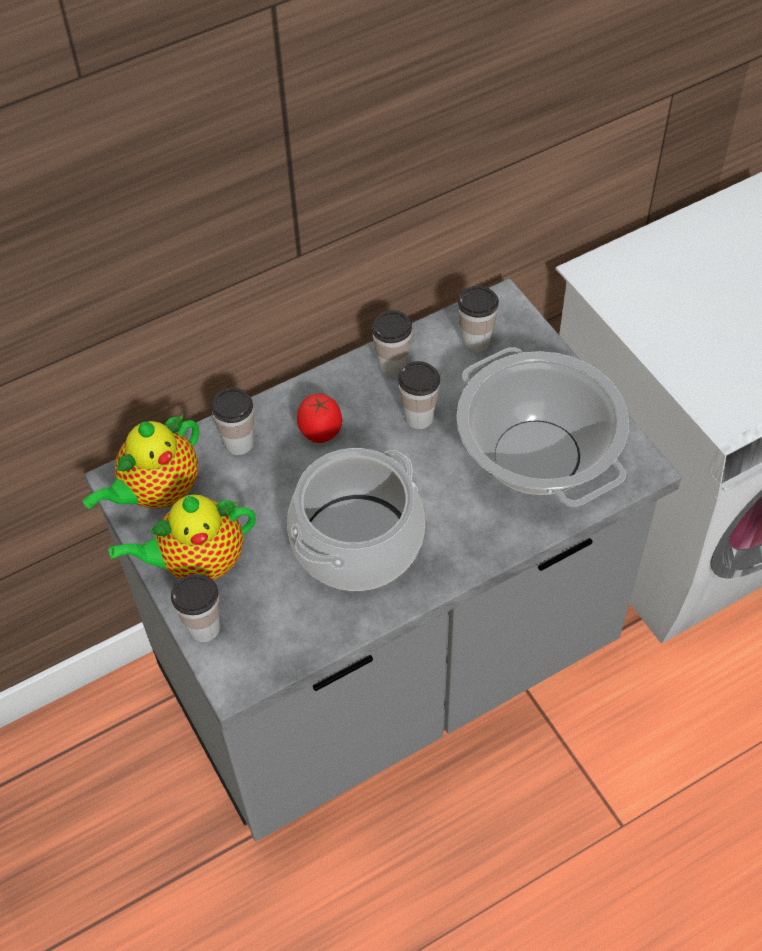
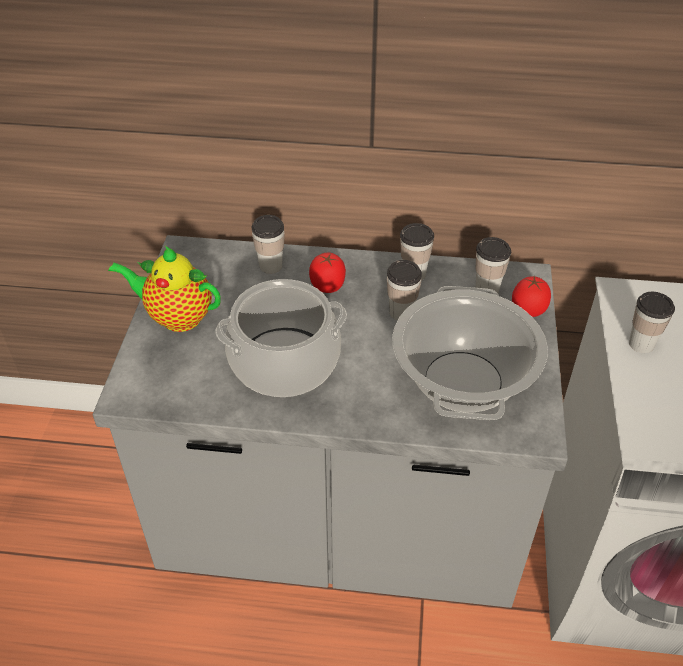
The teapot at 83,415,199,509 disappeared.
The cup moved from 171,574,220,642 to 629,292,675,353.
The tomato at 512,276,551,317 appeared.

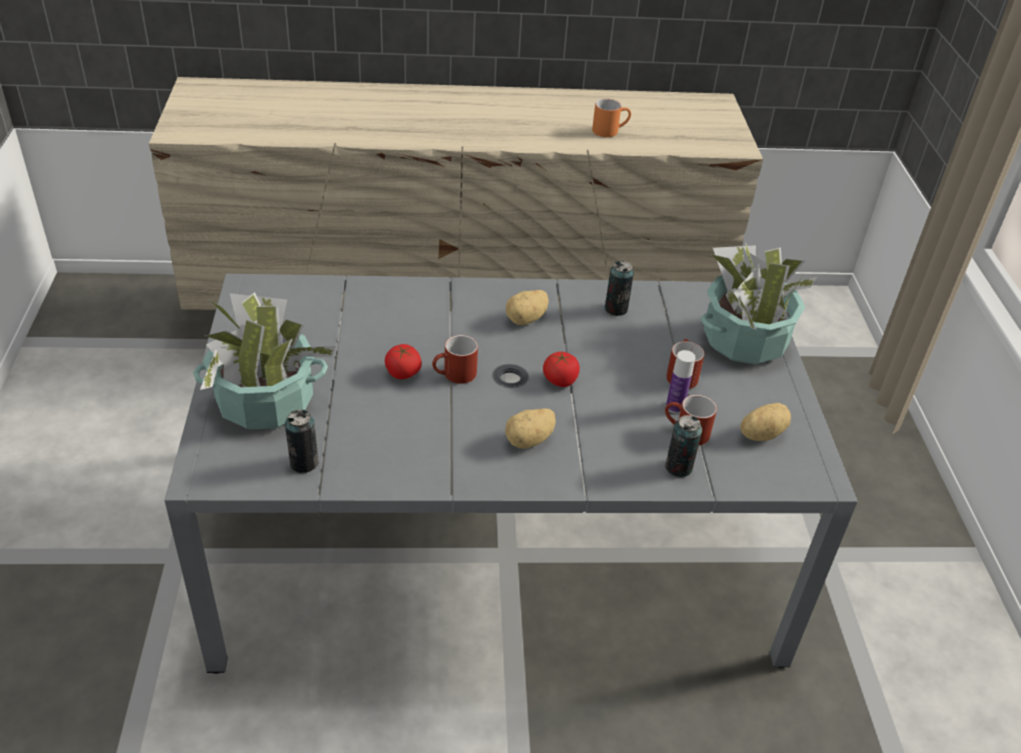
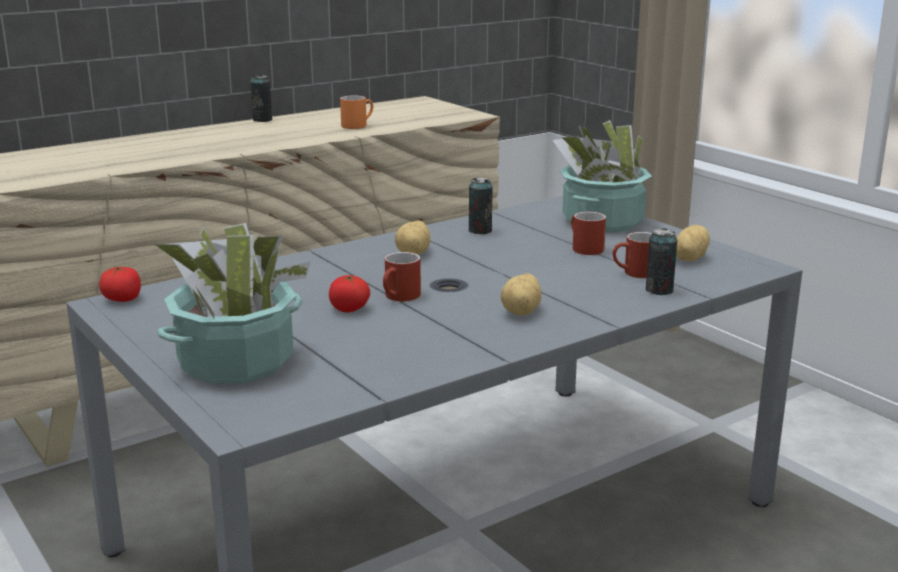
The can moved from 285,409,319,473 to 250,75,273,122.
The tomato moved from 543,352,580,387 to 99,266,141,302.
The bottle at 666,350,696,414 disappeared.

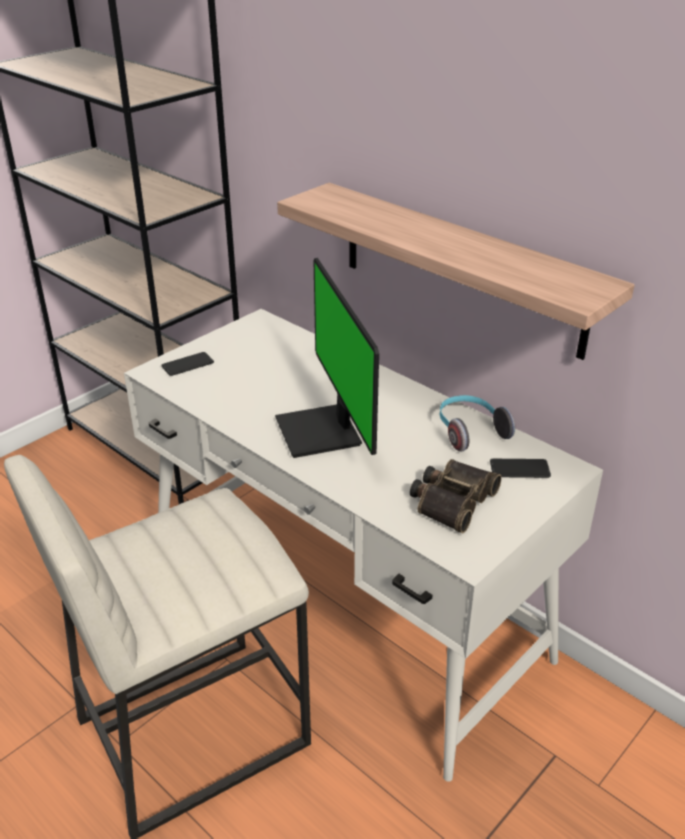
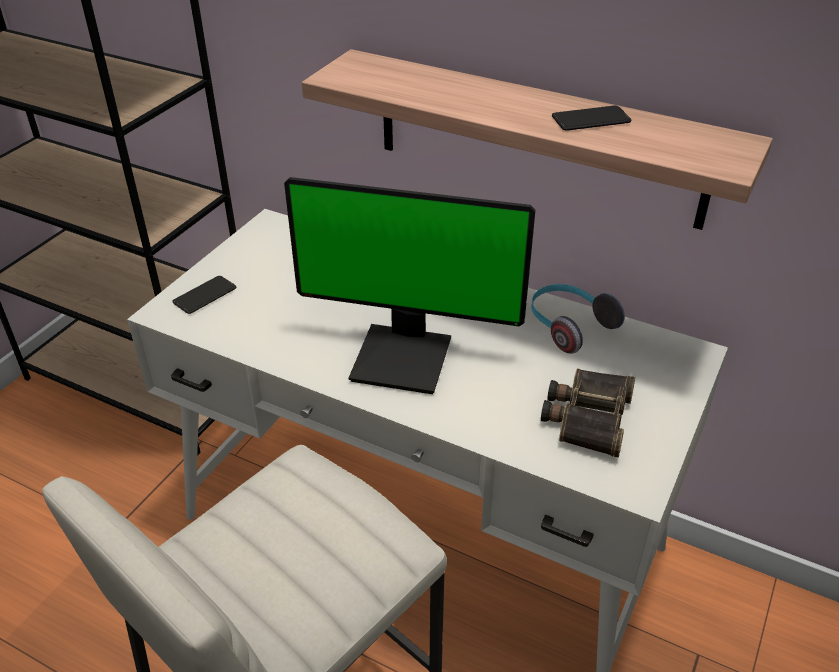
The monitor at 275,258,379,458 turned 45 degrees counterclockwise.
The phone moved from 490,459,551,478 to 552,105,631,131.

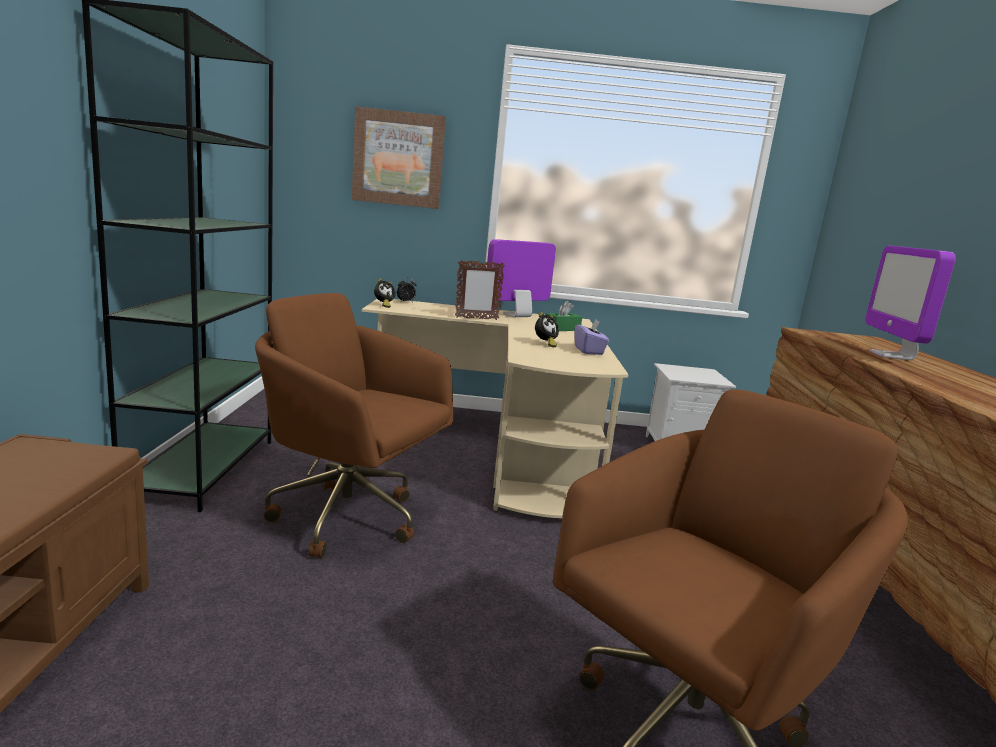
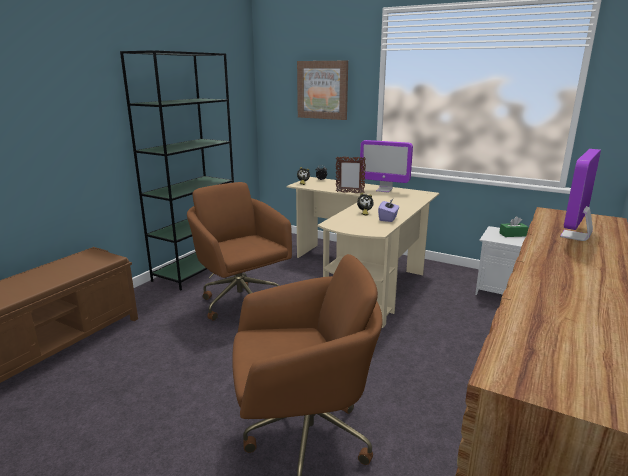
The monitor at 487,239,556,317 turned 150 degrees counterclockwise.
The tissue box (green) moved from 546,301,582,331 to 499,216,528,237.

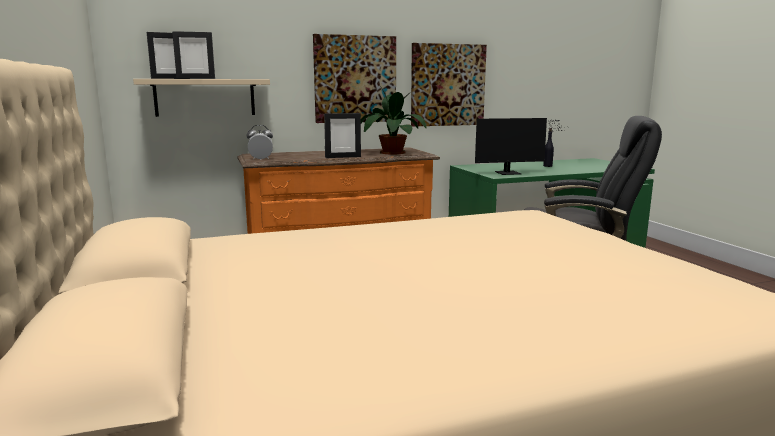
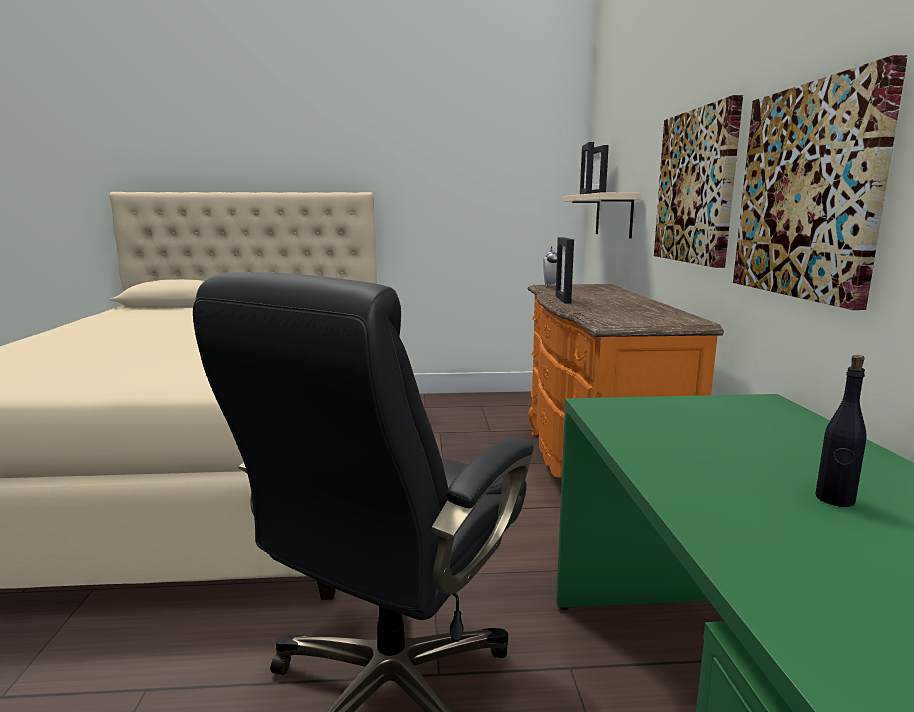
The potted plant at 361,79,427,154 disappeared.
The monitor at 475,118,568,175 disappeared.

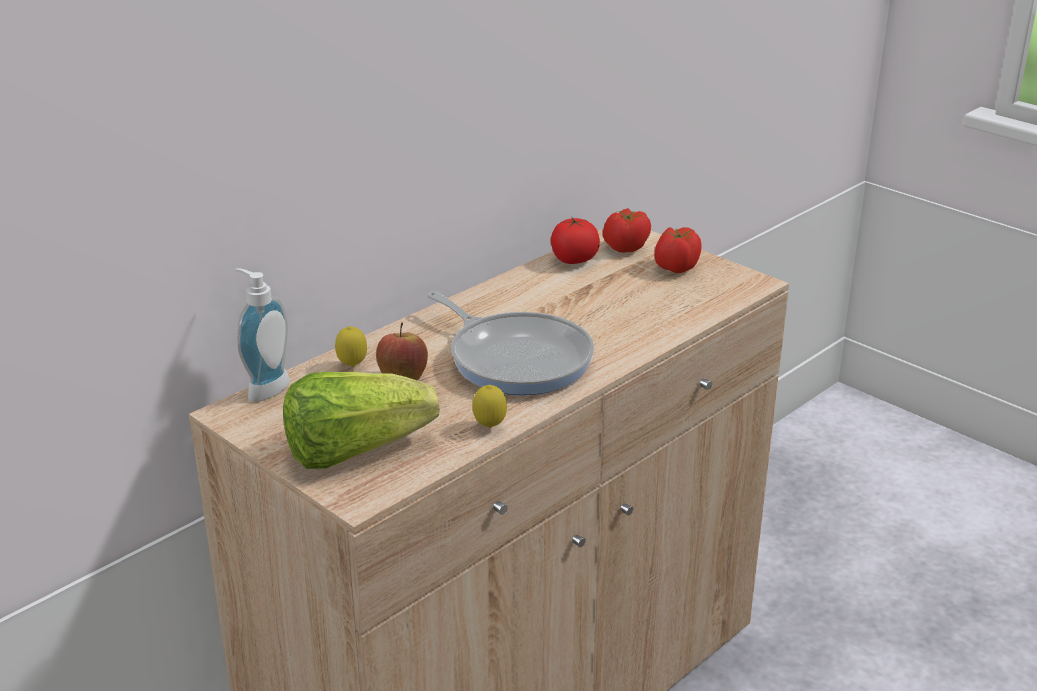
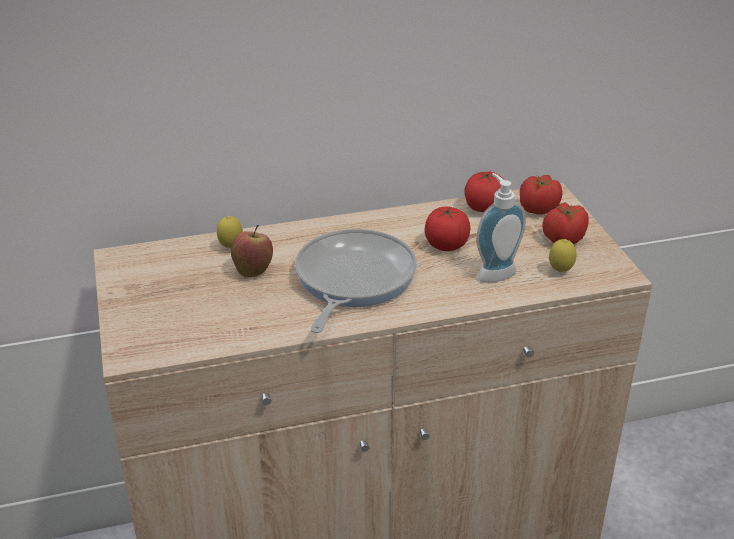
The soap dispenser moved from 235,268,290,402 to 476,173,526,283.
The lettuce at 283,372,439,469 disappeared.
The frying pan at 427,291,594,395 turned 150 degrees counterclockwise.
The lemon moved from 473,385,507,428 to 549,239,576,272.
The tomato at 425,207,470,251 appeared.

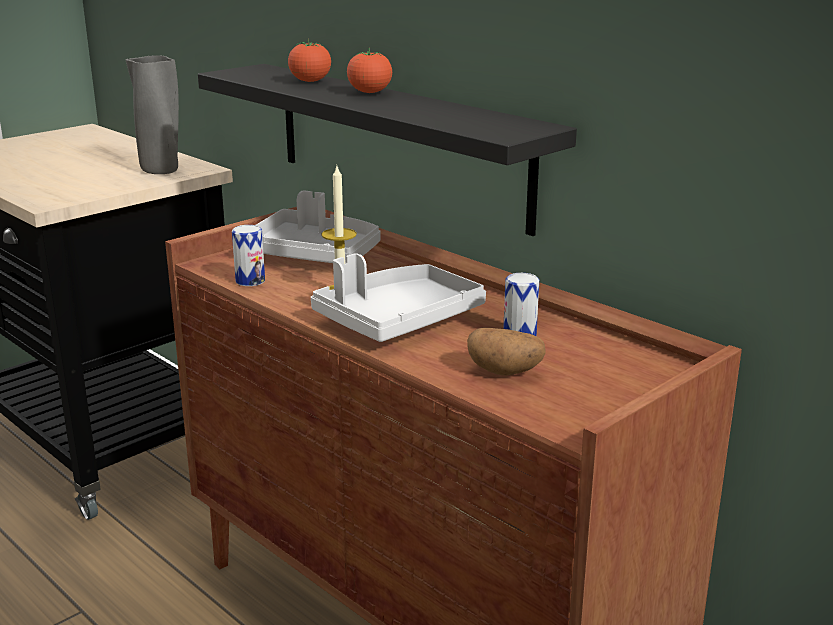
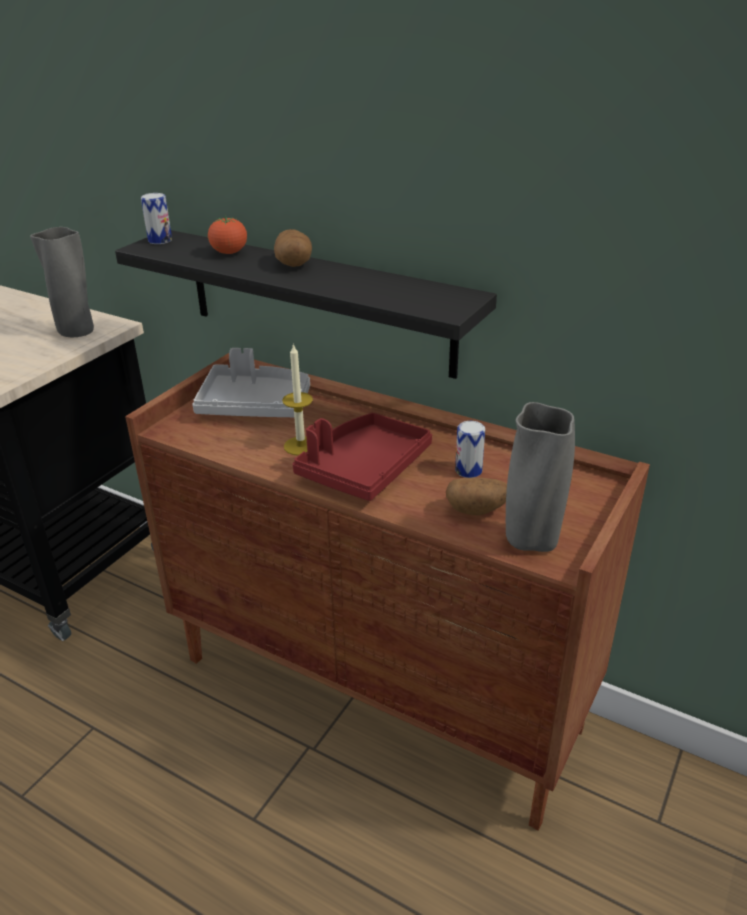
The can moved from 232,225,265,286 to 141,193,172,244.
The tray (grey) at 311,253,486,342 became the tray (red) at 292,413,432,501.
The tomato at 347,48,392,93 was replaced by the potato at 274,229,312,267.
The vase (grey) at 506,402,575,552 appeared.

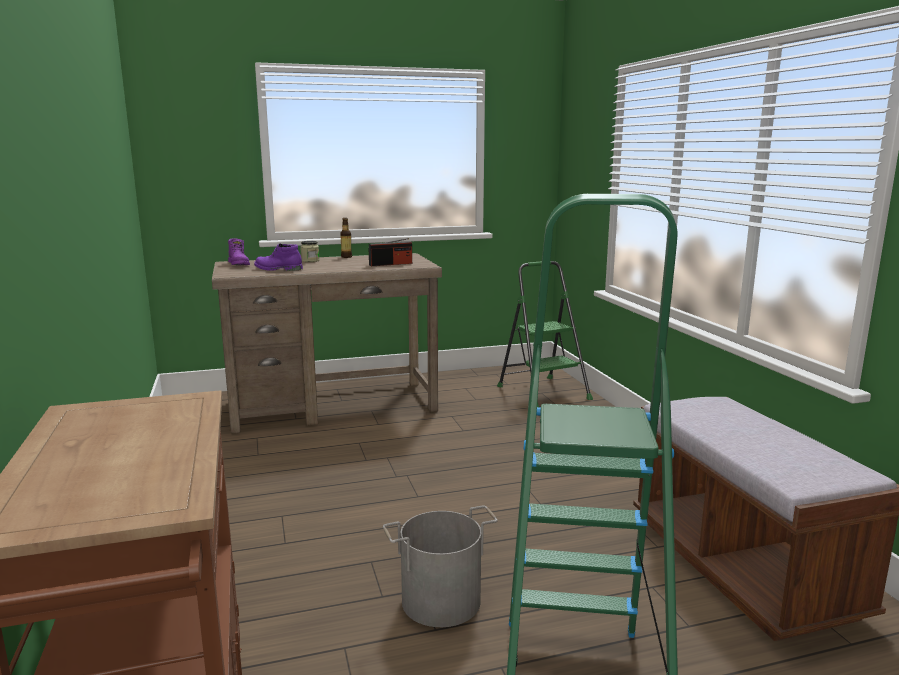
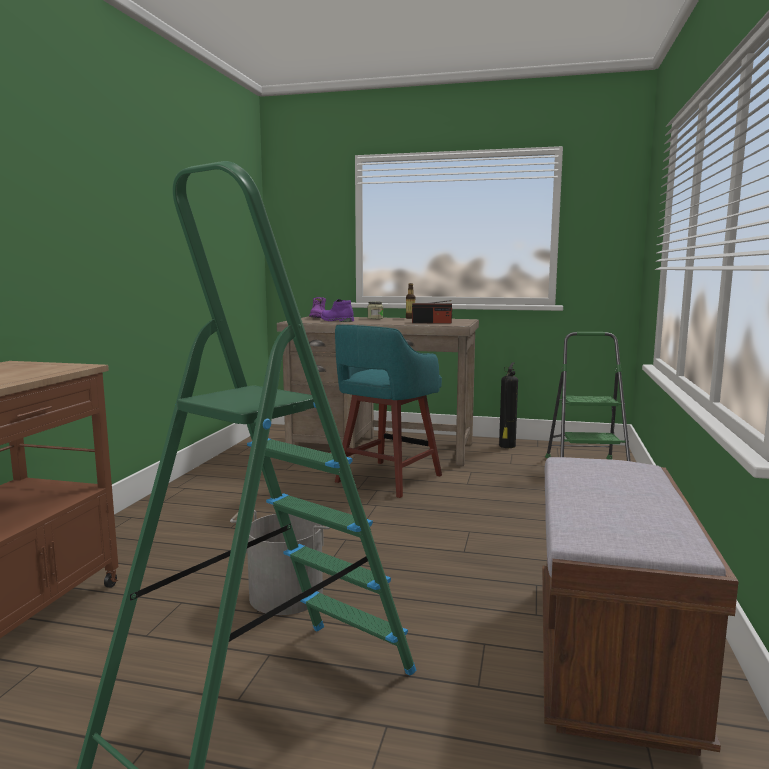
The stool (turquoise) at 335,325,442,498 appeared.
The fire extinguisher at 499,362,518,448 appeared.

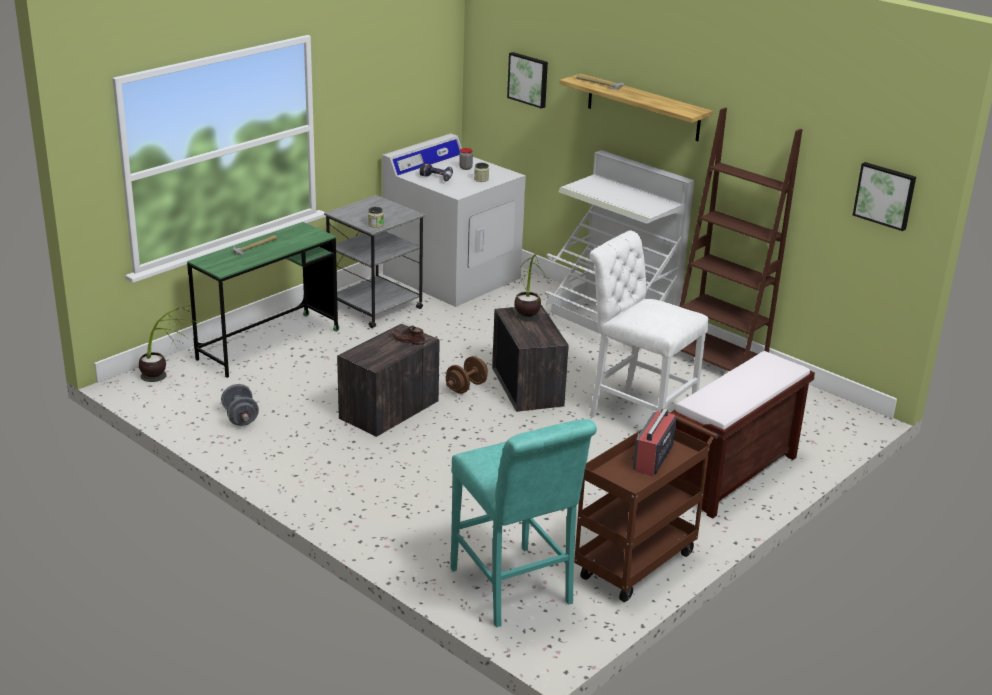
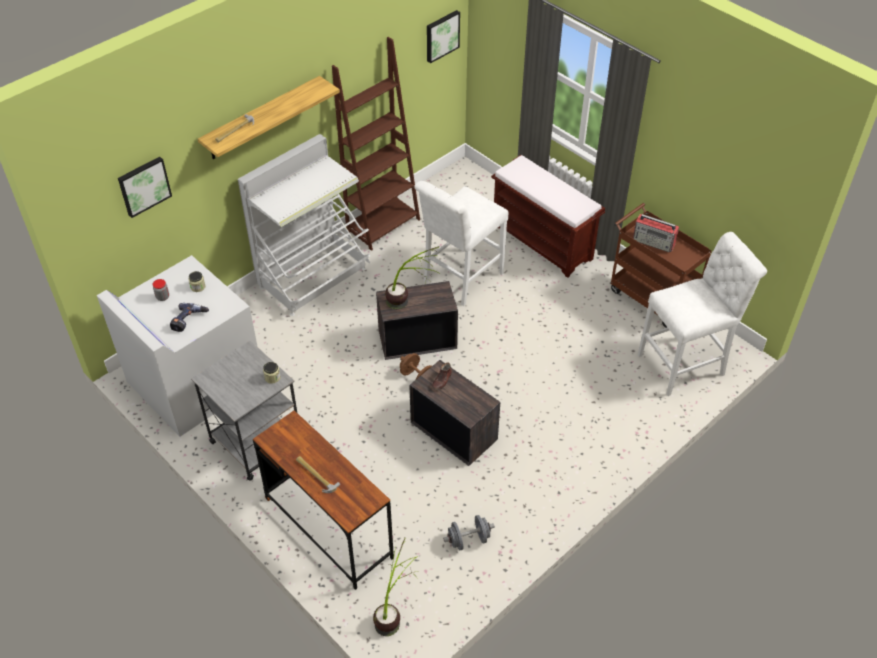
The desk (green) at 187,222,339,378 became the desk (brown) at 253,410,394,590.
The stool (turquoise) at 451,419,597,627 became the stool (white) at 638,232,767,396.

